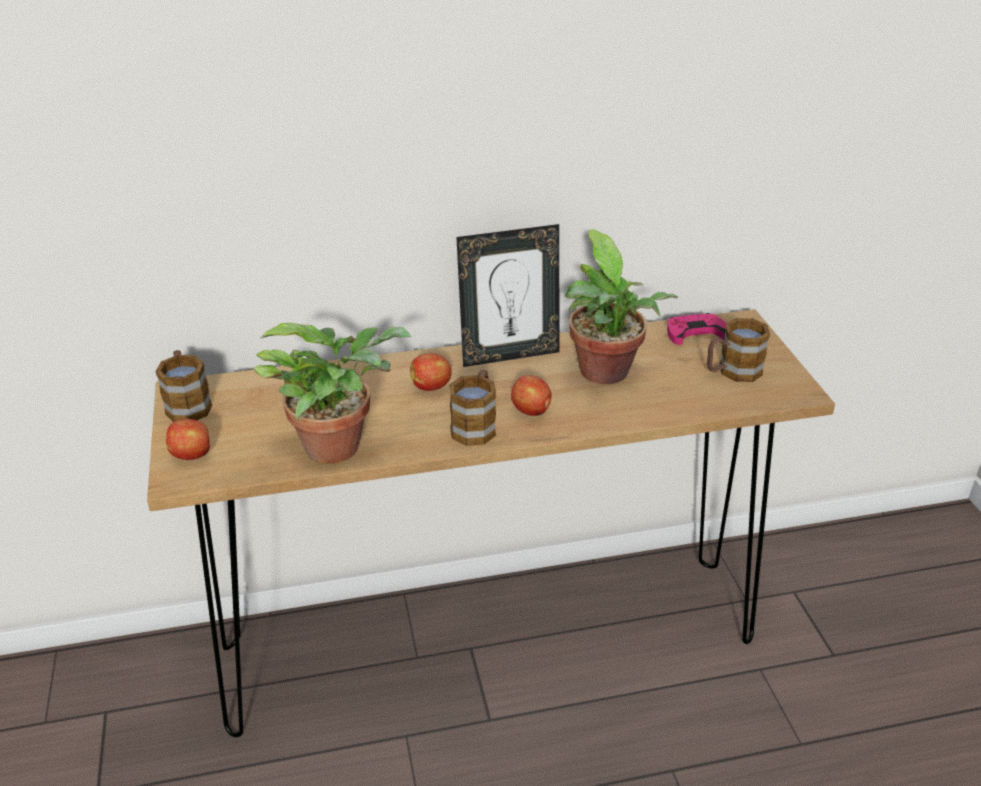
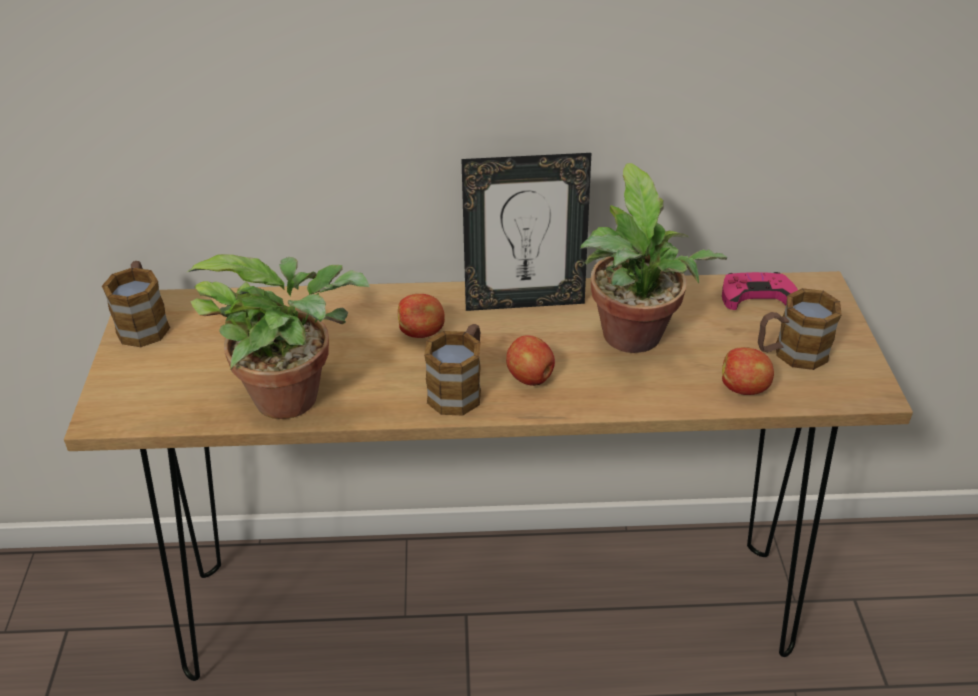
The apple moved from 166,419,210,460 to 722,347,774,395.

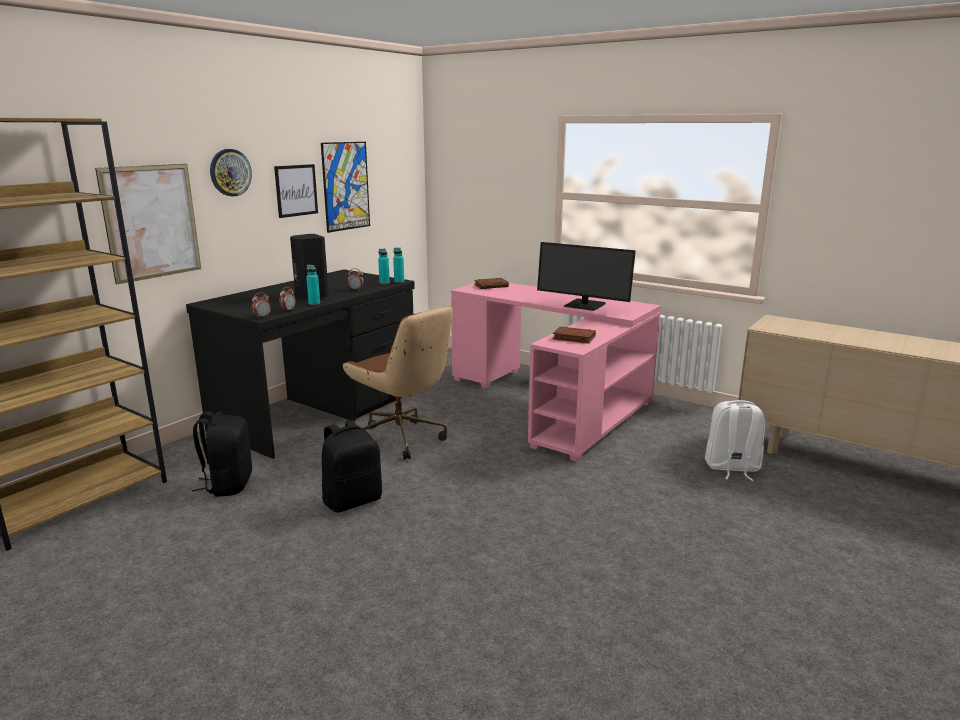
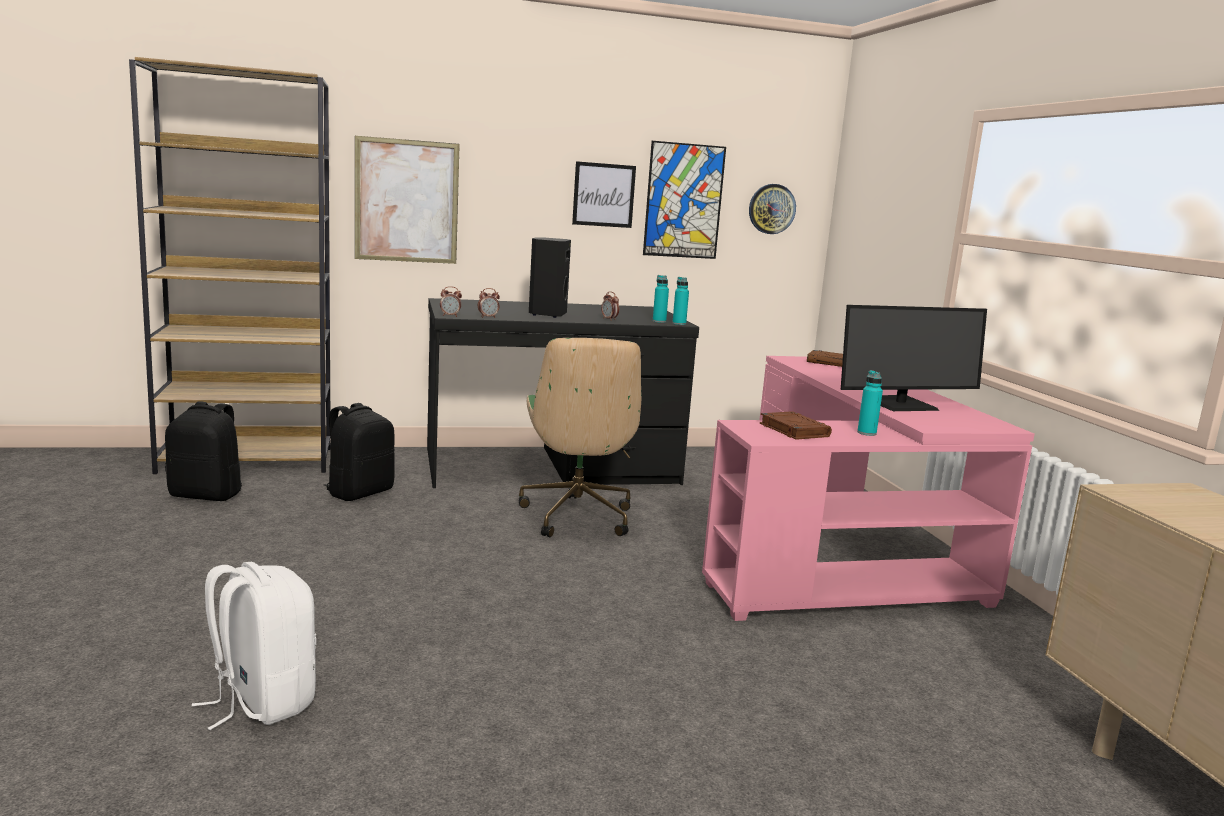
The wall clock moved from 210,149,252,196 to 749,184,796,234.
The bottle (turquoise) moved from 306,265,320,305 to 857,370,883,436.
The backpack (black) moved from 322,420,382,512 to 165,402,242,501.
The office chair (brown) at 343,306,453,460 became the office chair (green) at 519,338,641,537.
The monitor at 537,242,636,311 turned 90 degrees counterclockwise.
The backpack (white) moved from 705,400,765,481 to 192,562,316,730.

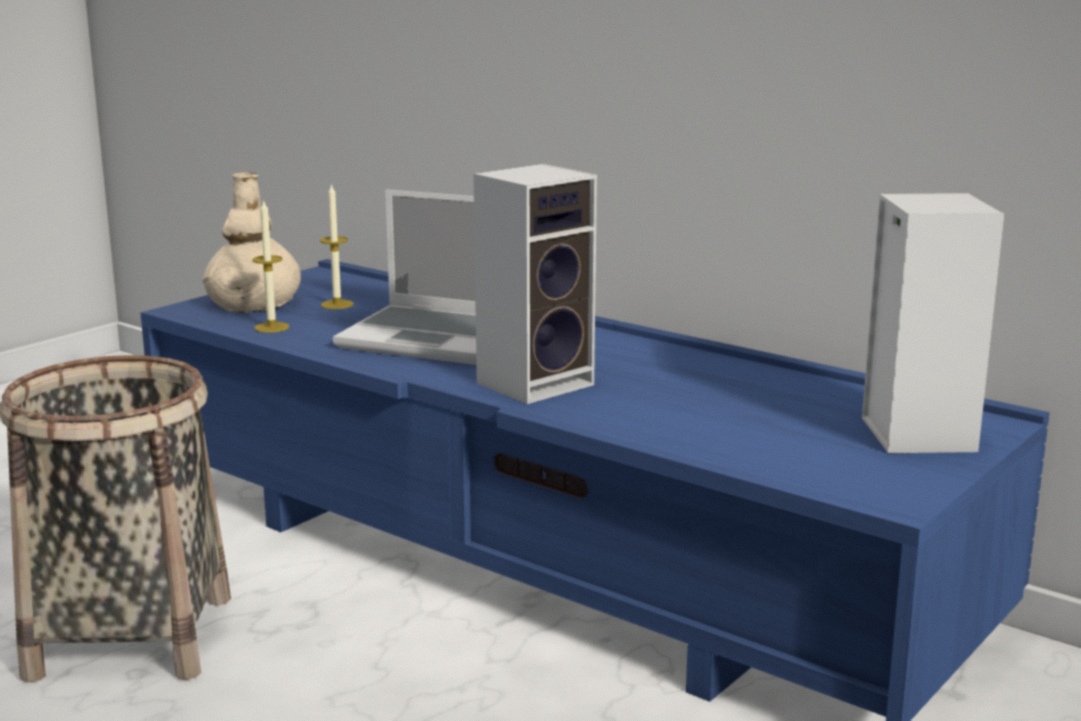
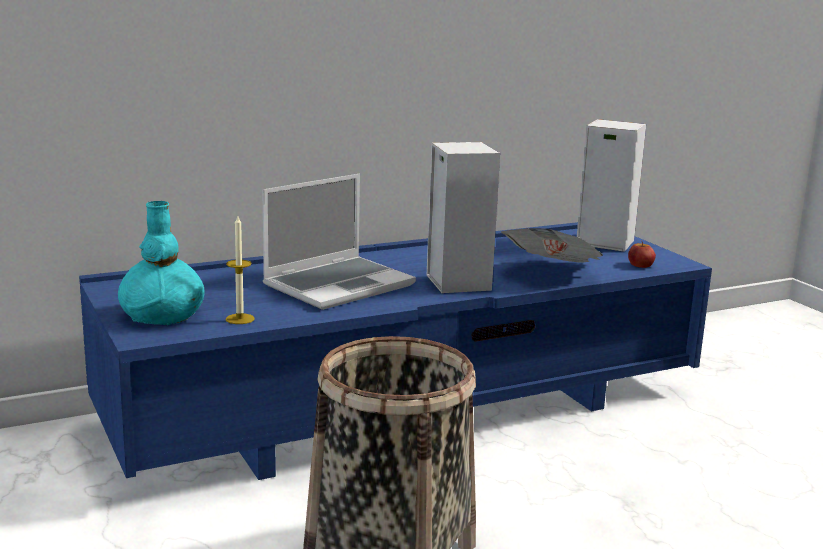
The vase (beige) at 202,172,301,313 became the vase (turquoise) at 118,201,205,325.
The candle at 320,184,354,309 disappeared.
The newspaper at 501,228,603,263 appeared.
The apple at 628,240,656,268 appeared.

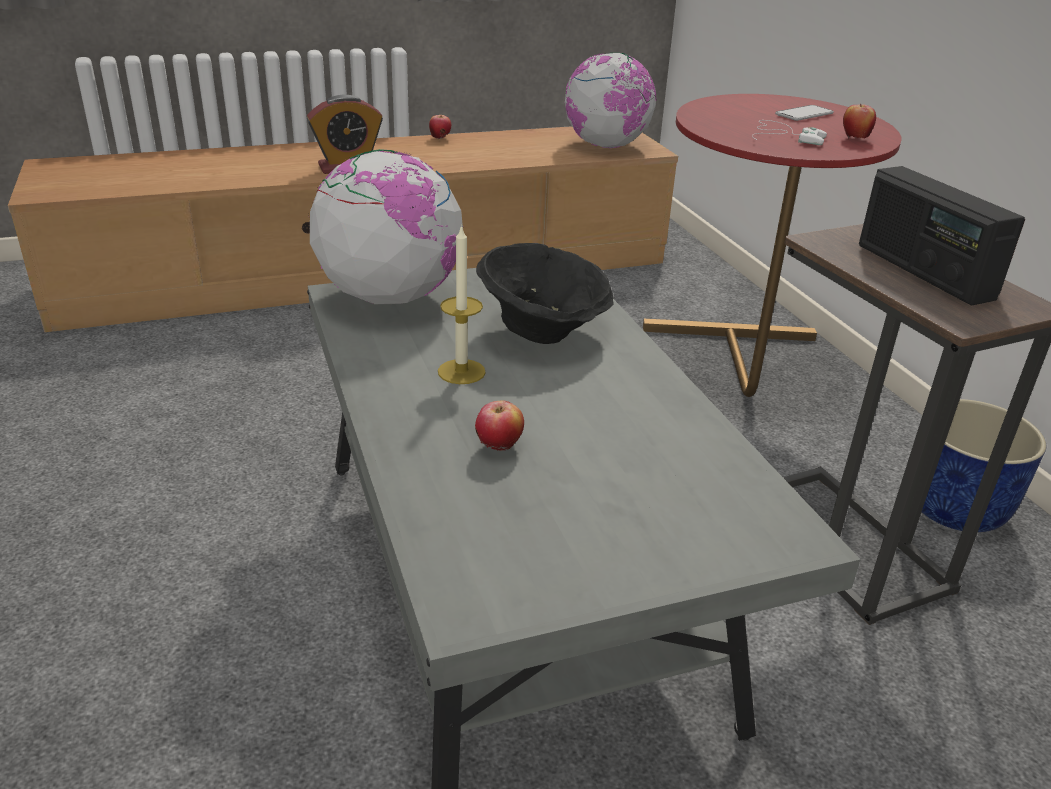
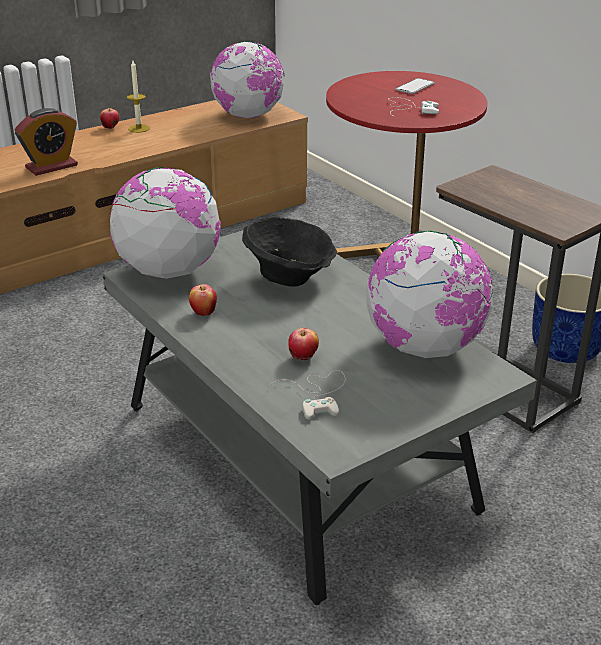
The candle moved from 438,224,486,384 to 127,61,150,133.
The apple moved from 843,104,876,139 to 189,284,217,316.
The radio at 859,166,1025,305 disappeared.
The game controller (white) at 269,370,346,420 appeared.
The globe at 366,231,493,358 appeared.

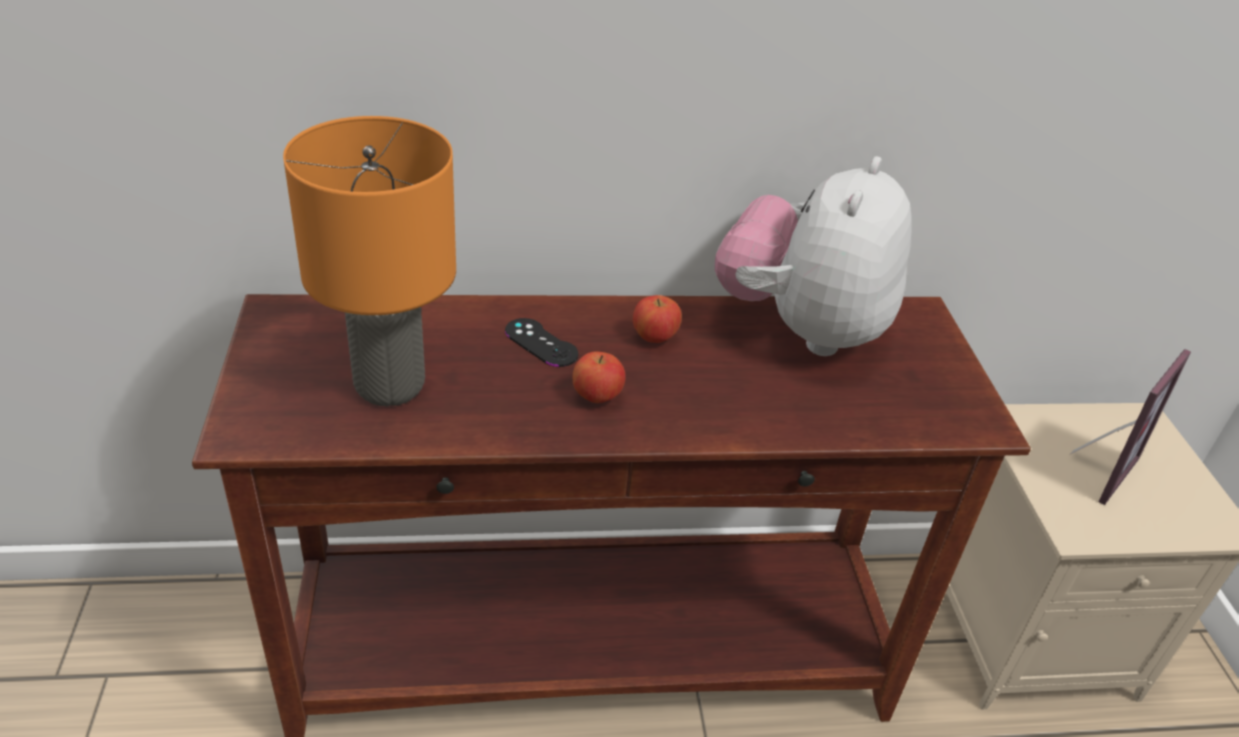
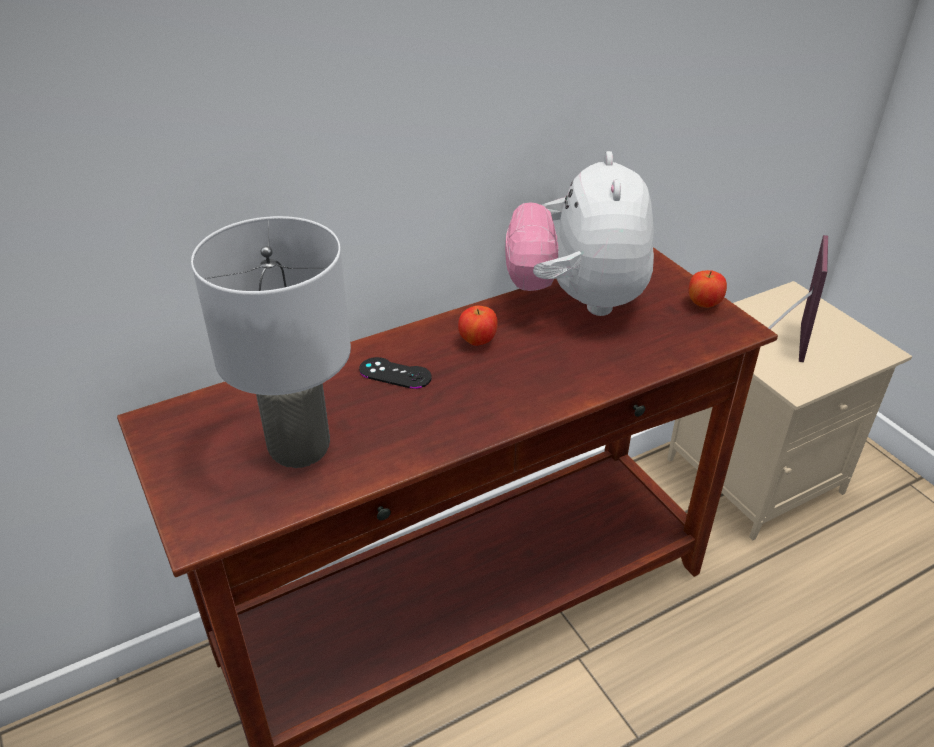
The table lamp (orange) at 283,116,456,407 became the table lamp (white) at 191,216,351,468.
The apple moved from 573,351,625,403 to 689,270,727,308.

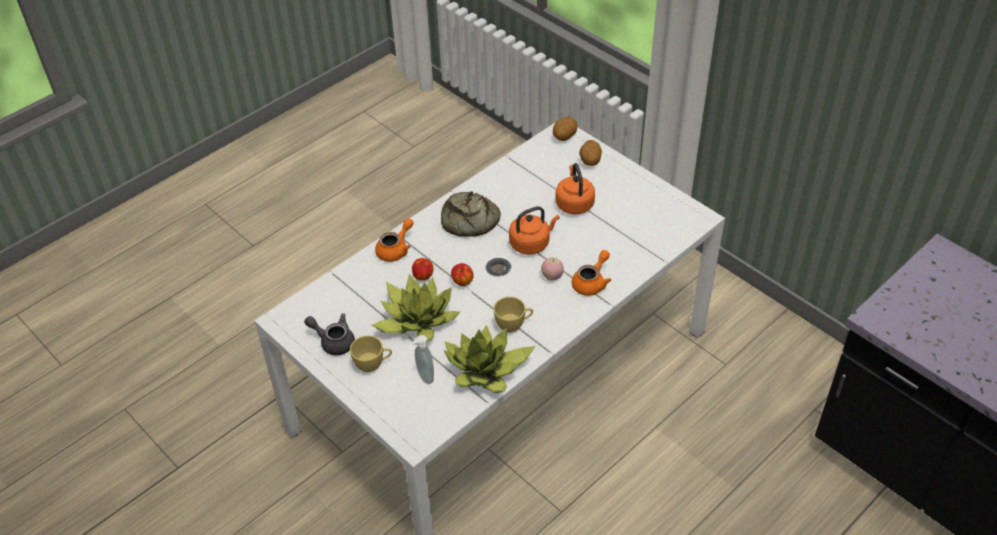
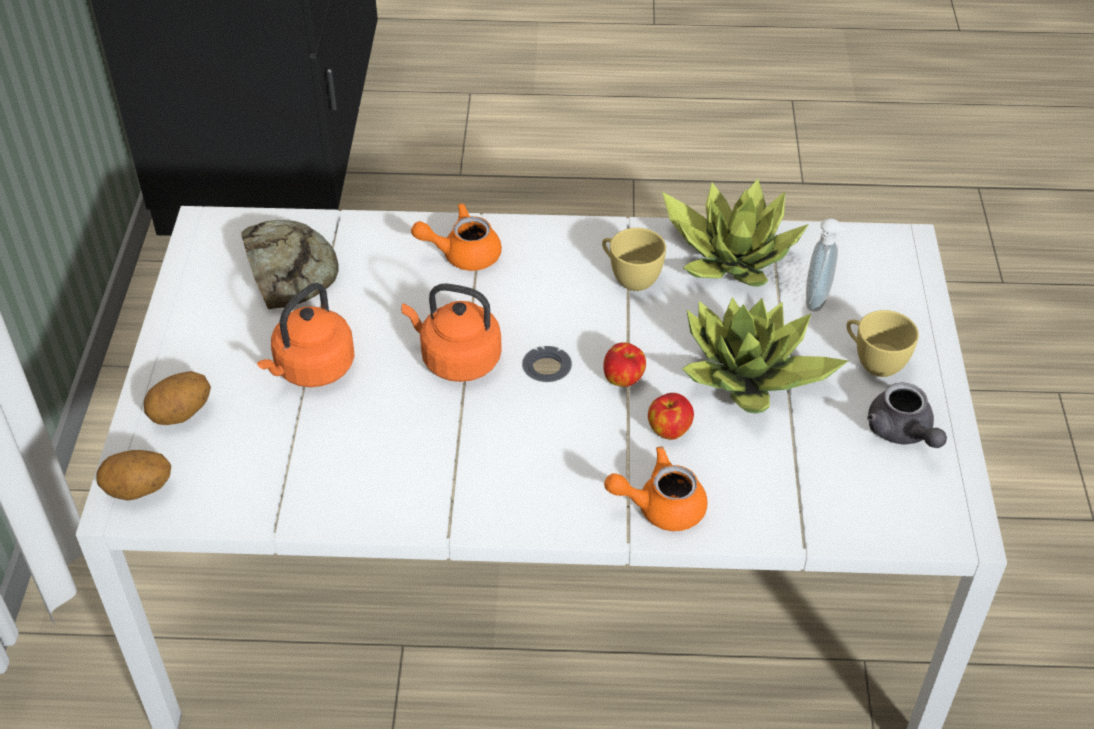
The bread moved from 441,191,501,237 to 241,220,338,309.
The apple at 541,257,564,280 disappeared.

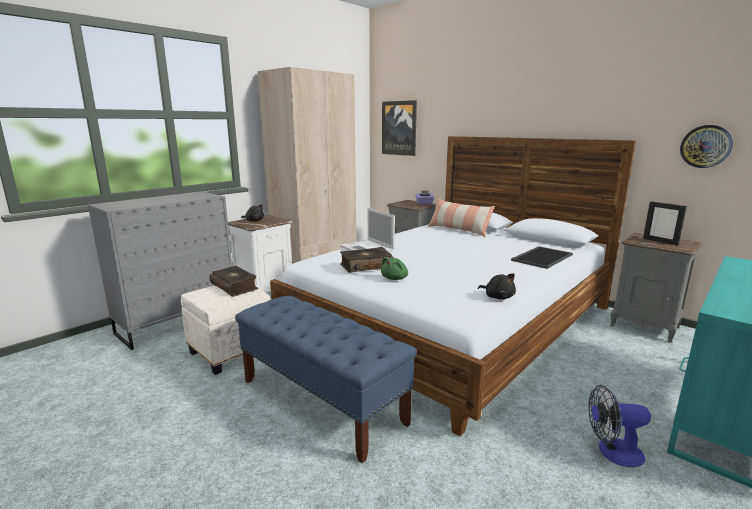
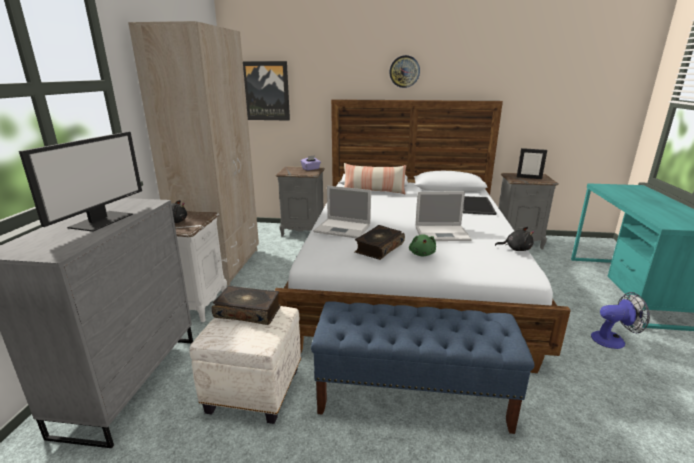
The fan at 588,385,651,467 turned 150 degrees counterclockwise.
The wall clock moved from 680,125,733,168 to 389,55,420,88.
The monitor at 19,132,142,232 appeared.
The laptop at 415,192,472,241 appeared.

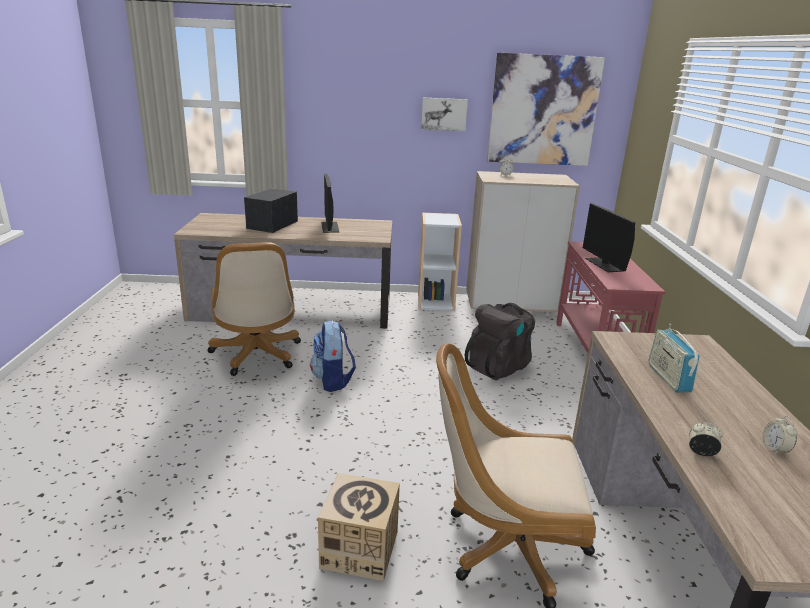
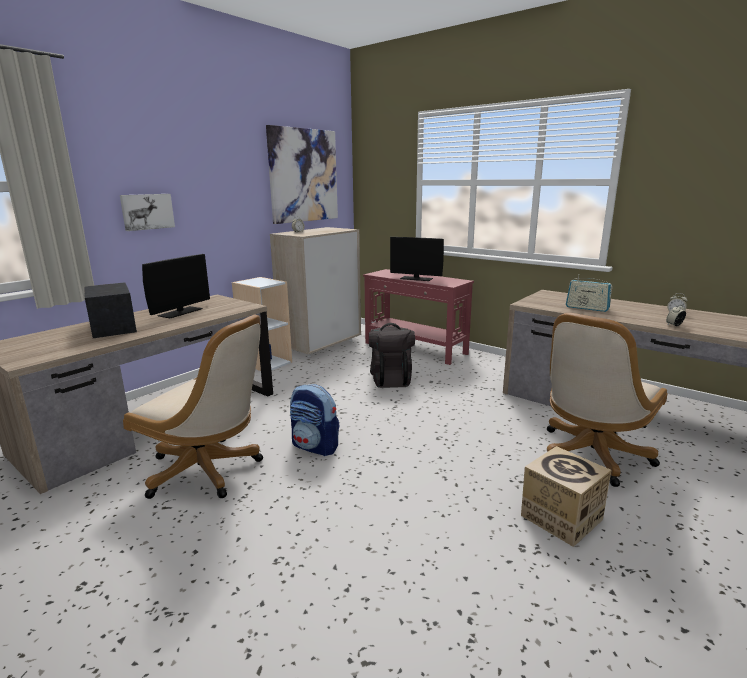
The monitor at 321,173,340,233 turned 90 degrees counterclockwise.
The picture moved from 421,98,468,131 to 120,194,175,231.

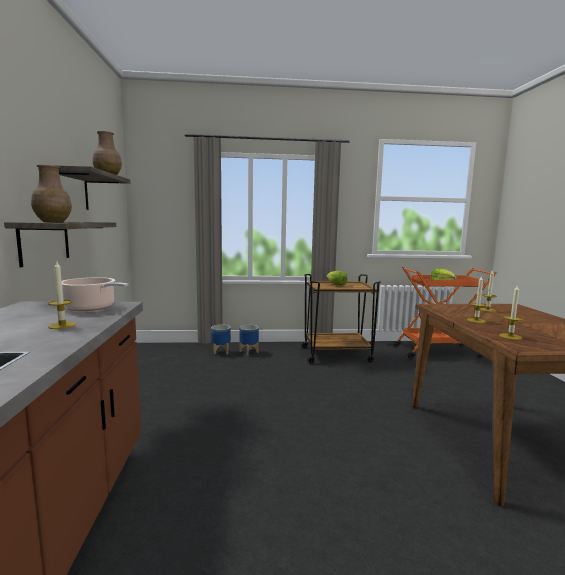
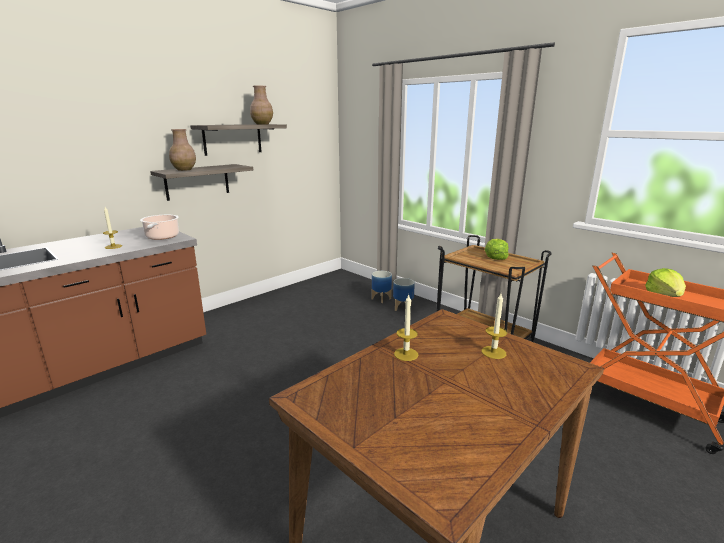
The candle at 499,284,523,340 disappeared.

